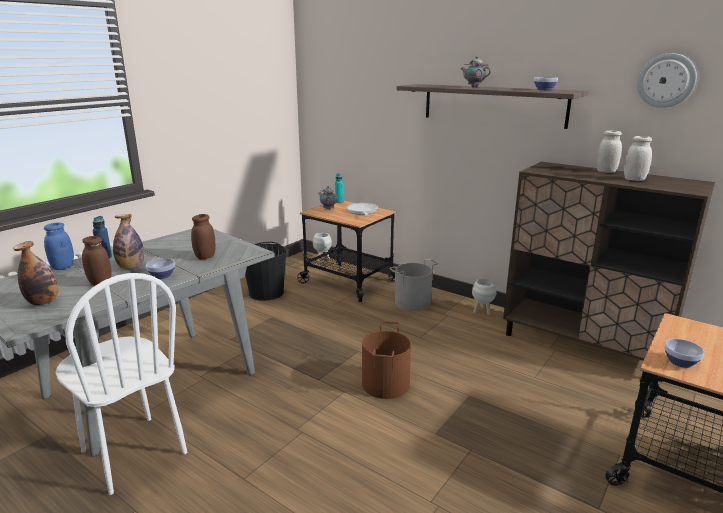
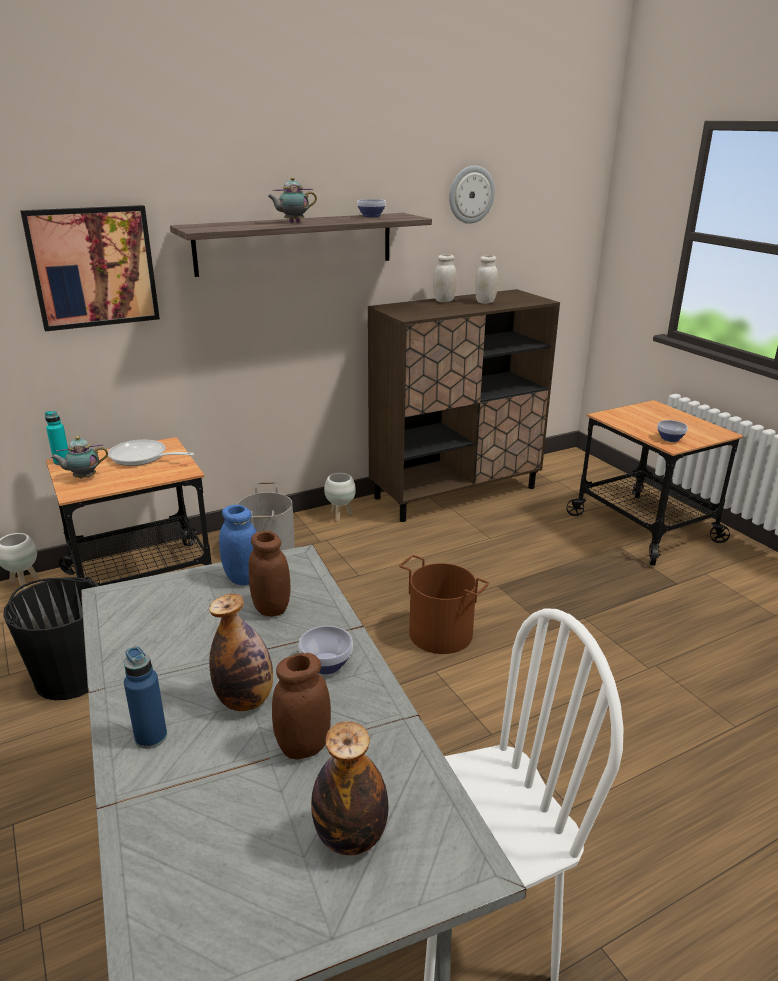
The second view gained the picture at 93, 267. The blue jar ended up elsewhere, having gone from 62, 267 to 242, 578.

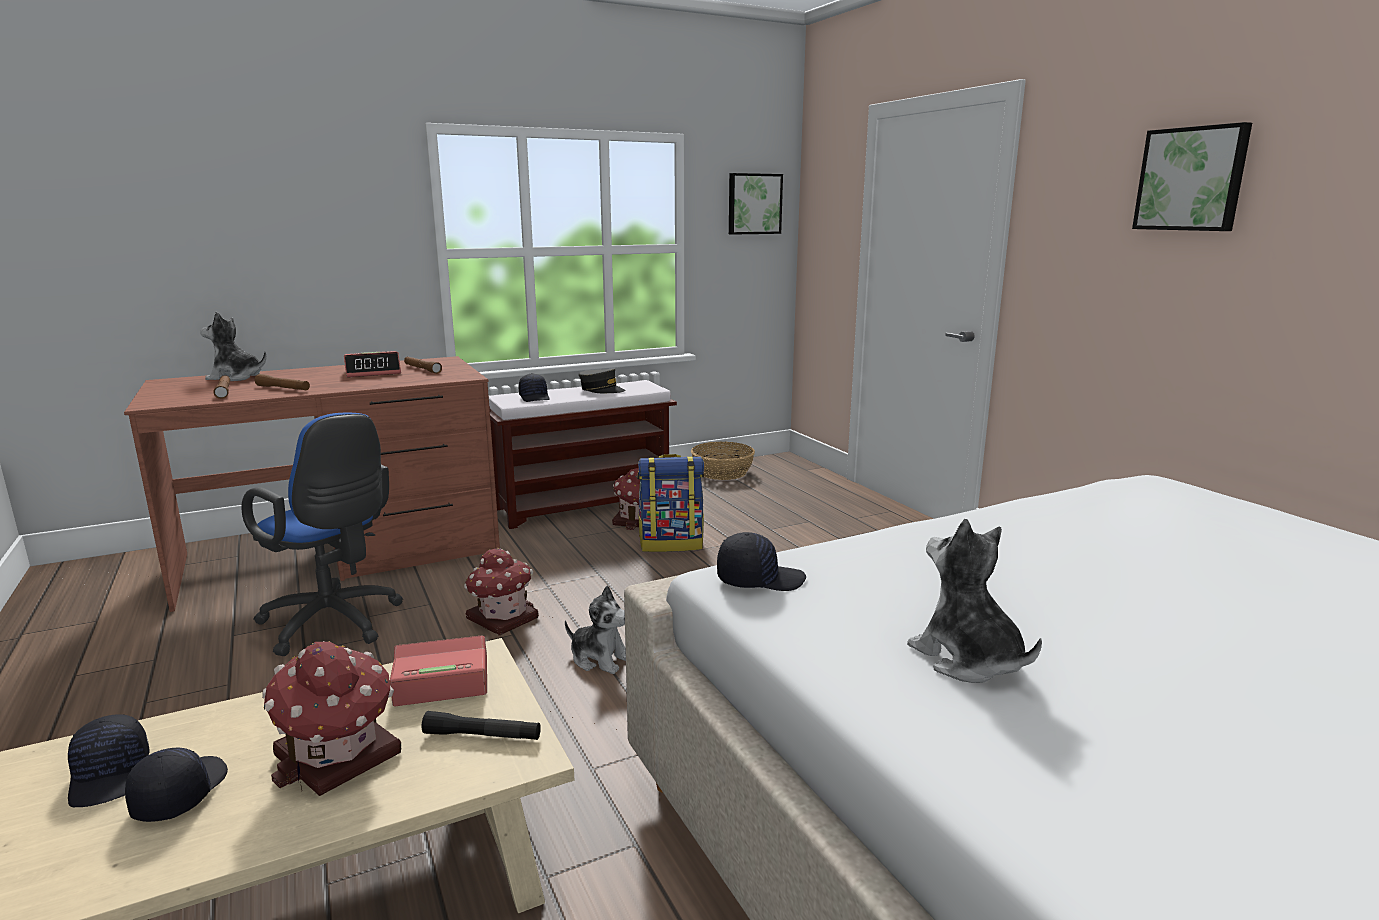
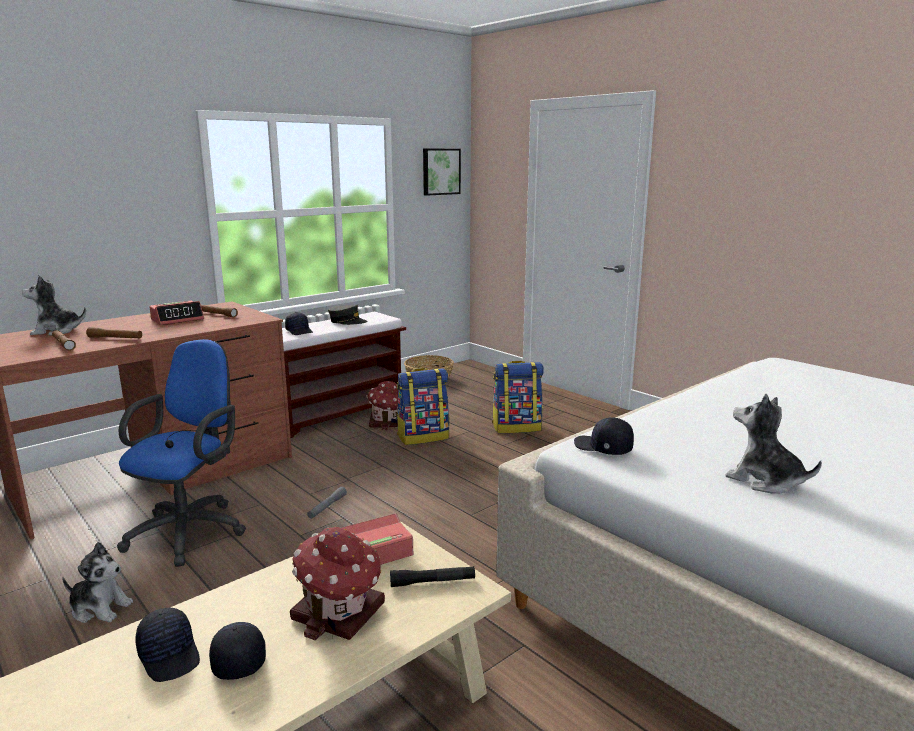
The plush toy ended up elsewhere, having gone from 600, 659 to 100, 608. The blue office chair at 335, 624 ended up facing another way, 90 degrees counterclockwise from before. Where the toy house stood at 502, 618, the grey flashlight came to stand at 327, 507. The second view gained the backpack at 517, 427. The black cap at 759, 579 ended up facing another way, 120 degrees counterclockwise from before. The second view lost the picture at 1192, 179.

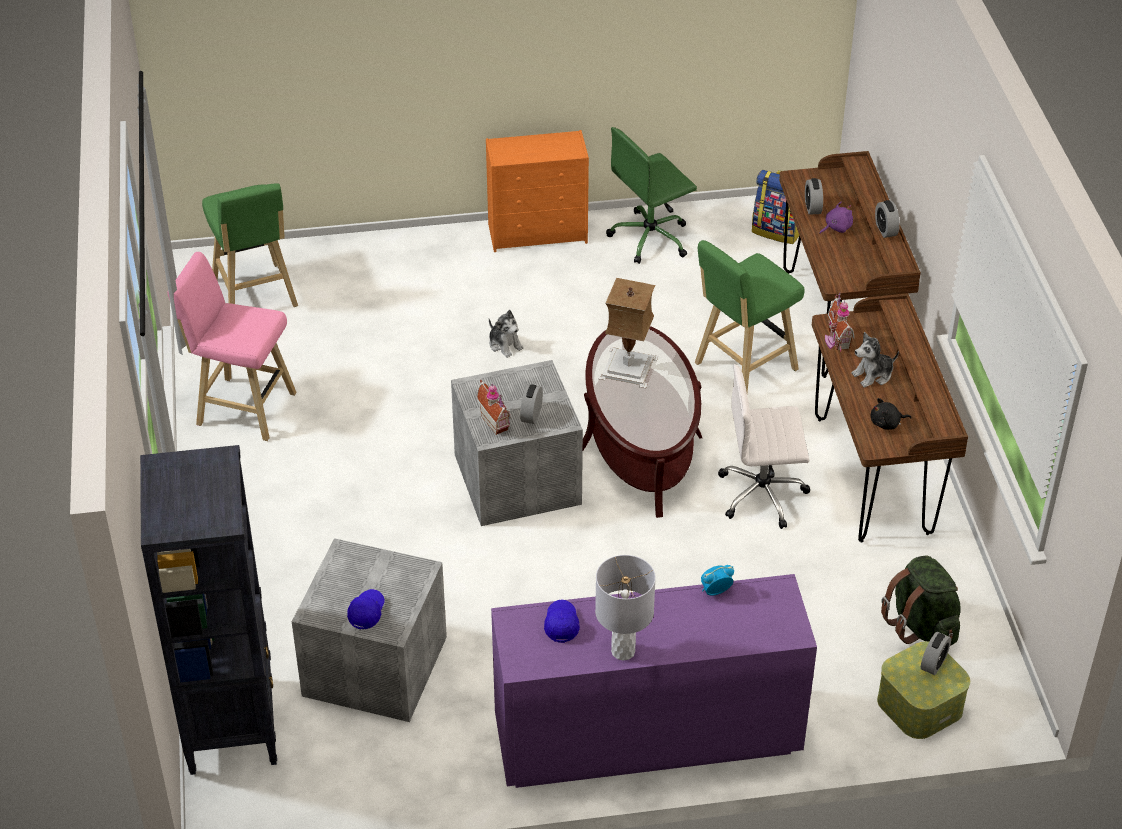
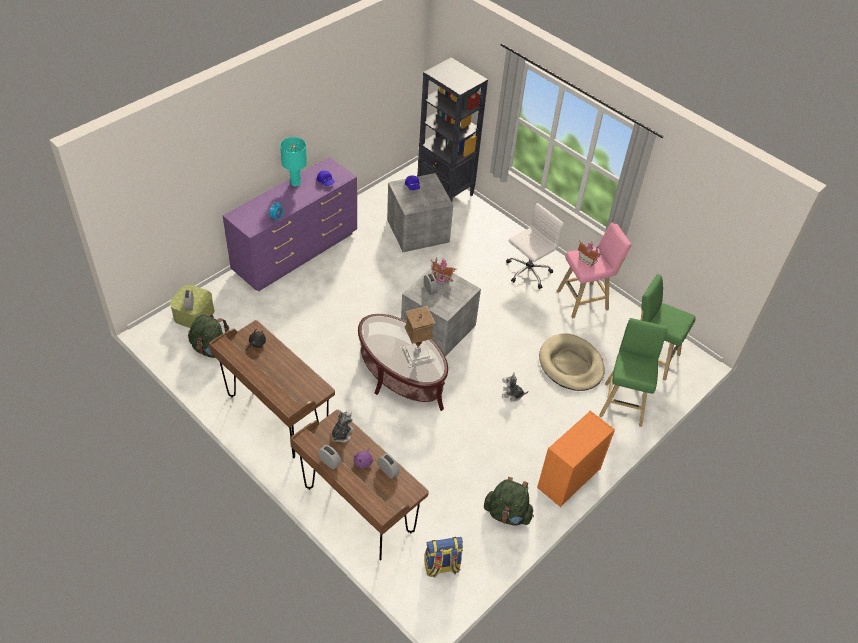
What was the grey table lamp at 622, 651 turned into the turquoise table lamp at 295, 183. The plush toy ended up elsewhere, having gone from 873, 375 to 341, 434. Where the green office chair stood at 651, 238, the green backpack came to stand at 507, 514. The white office chair ended up elsewhere, having gone from 763, 494 to 527, 272. The second view gained the beige dog bed at 571, 365. The toy house ended up elsewhere, having gone from 836, 340 to 587, 260. The green stool ended up elsewhere, having gone from 742, 368 to 623, 402.

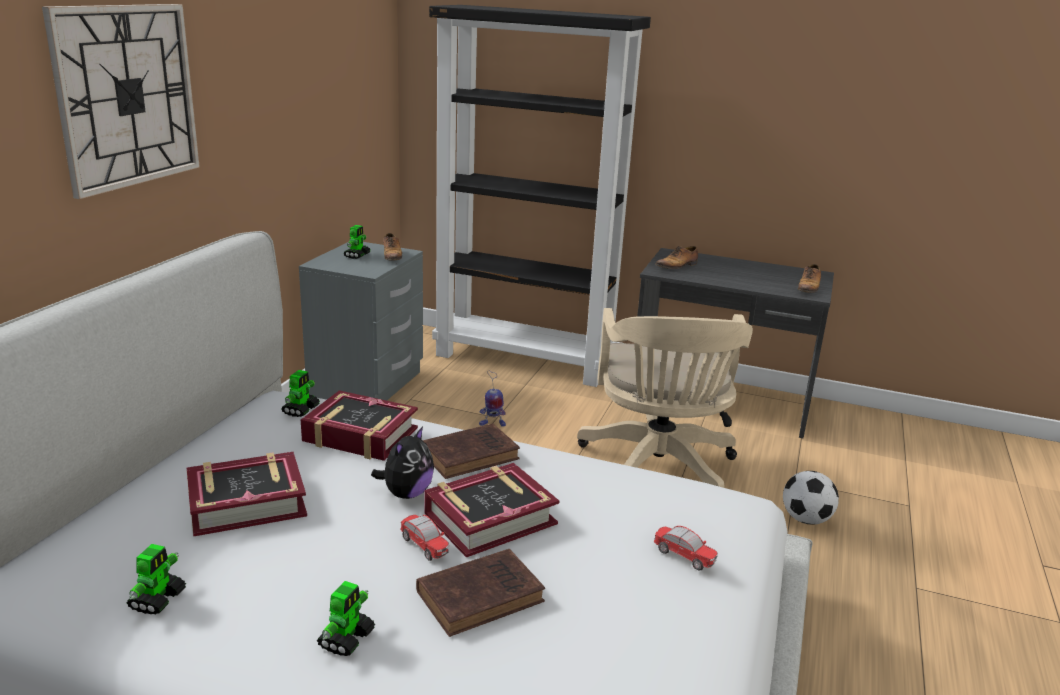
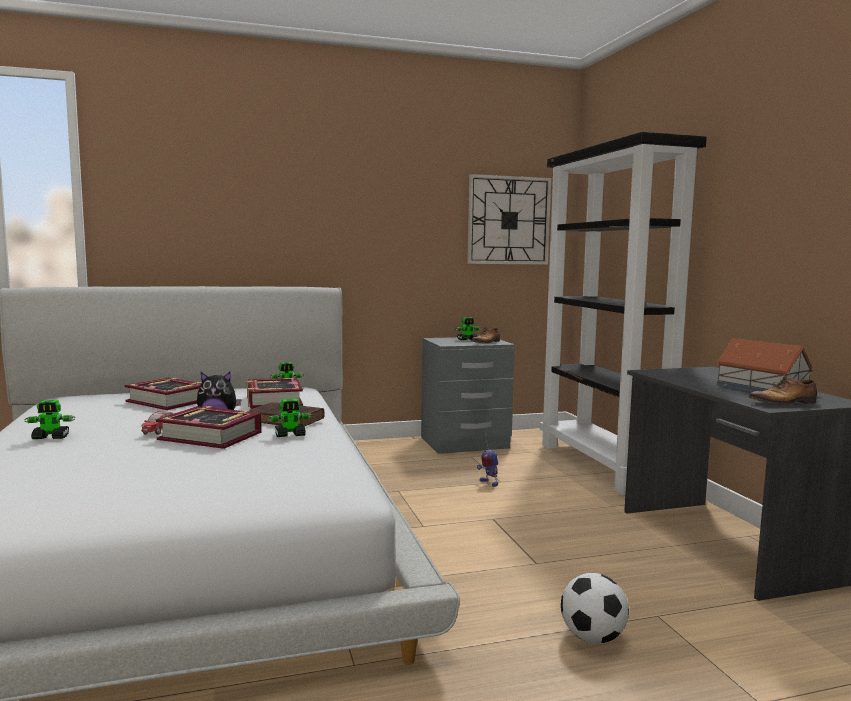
The toy robot ended up elsewhere, having gone from 158, 599 to 290, 435. The wall clock ended up elsewhere, having gone from 127, 96 to 508, 220. The second view gained the toy house at 762, 389. The second view lost the brown book at 483, 596. The second view lost the beige office chair at 658, 470. The second view lost the toy car at 683, 556. The second view lost the shoe at 677, 266.

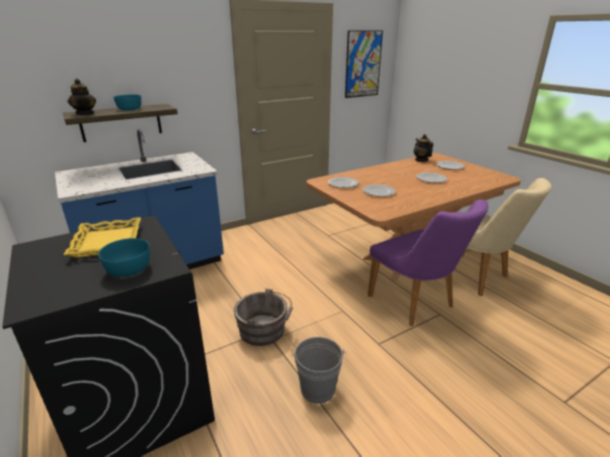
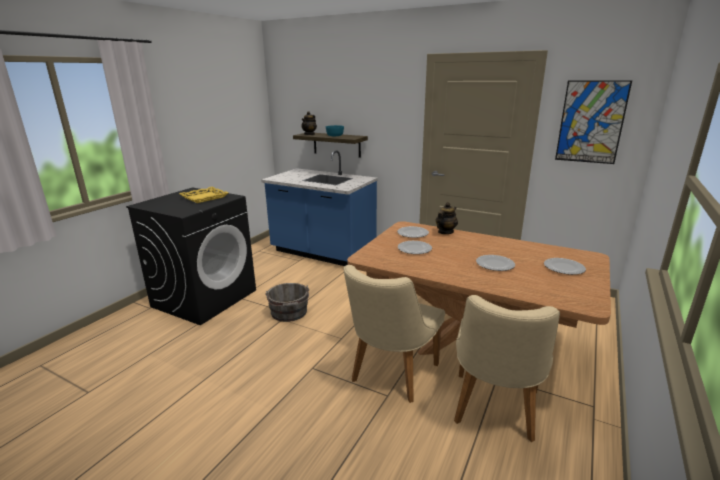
What was the purple chair at 416, 304 turned into the beige chair at 390, 376. The teapot ended up elsewhere, having gone from 421, 160 to 445, 232. The second view lost the turquoise bowl at 129, 269. The second view lost the grey bucket at 317, 389.

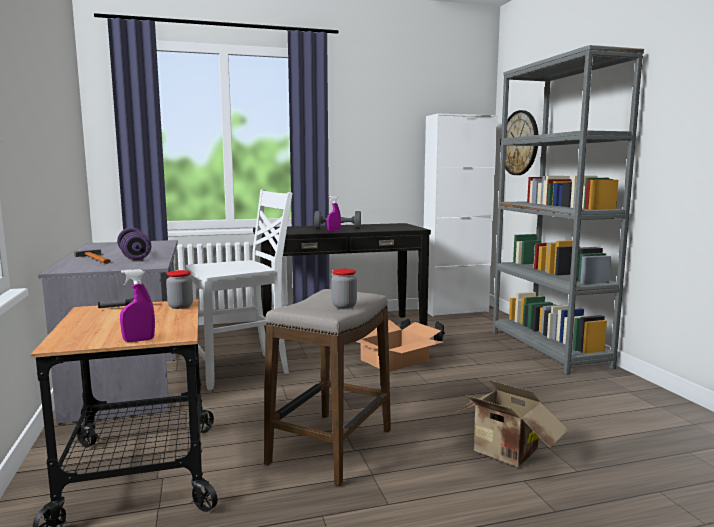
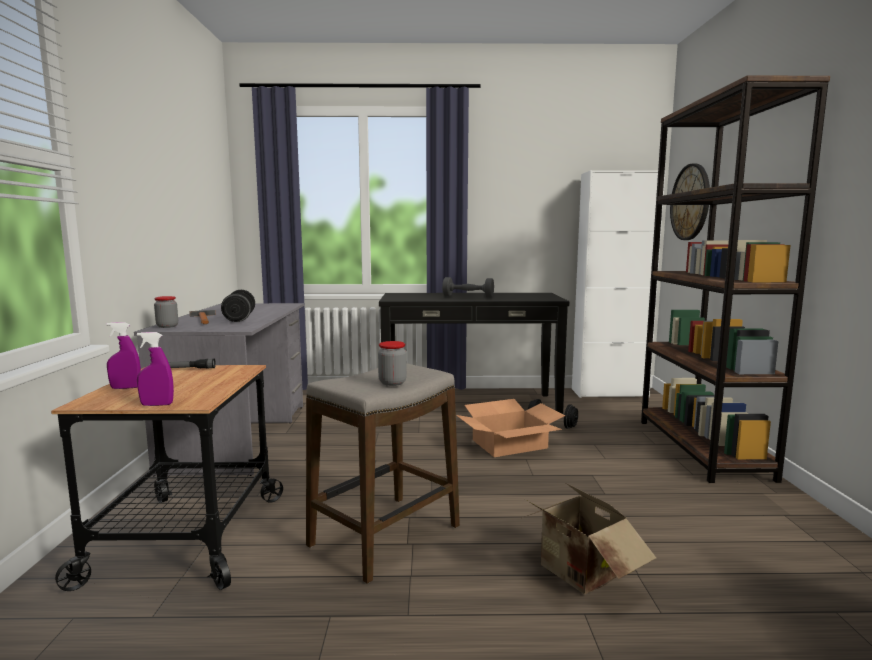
The purple spray bottle ended up elsewhere, having gone from 333, 231 to 125, 388. The jar ended up elsewhere, having gone from 180, 306 to 167, 326. What was the purple dumbbell at 134, 257 turned into the black dumbbell at 239, 318. What was the grey bookcase at 548, 349 turned into the brown bookcase at 701, 448. The second view lost the white chair at 241, 370.

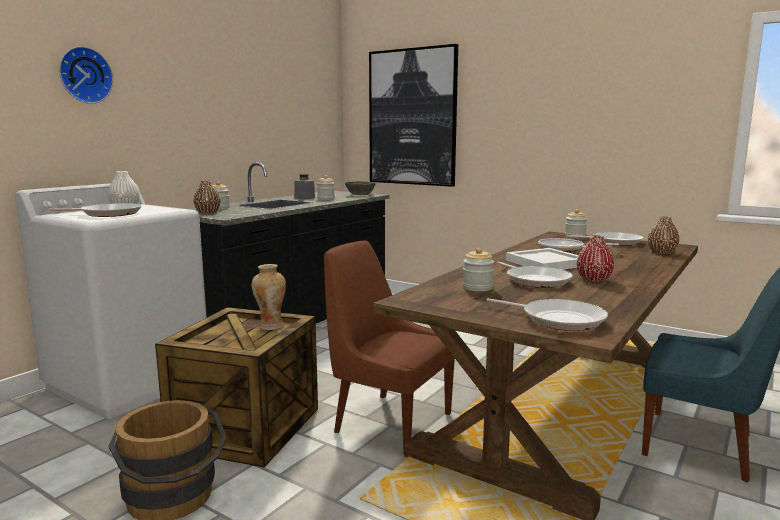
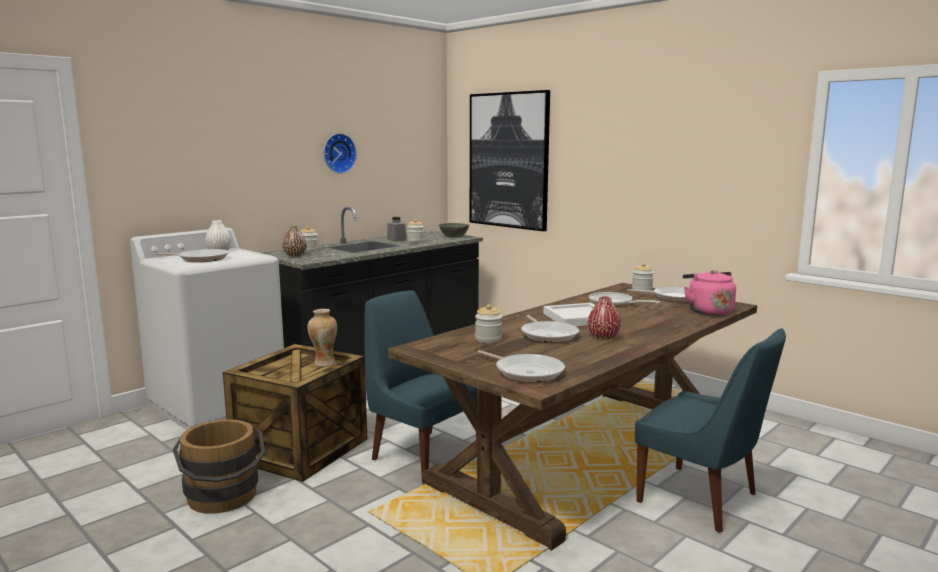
The wall clock ended up elsewhere, having gone from 84, 75 to 338, 153. What was the brown chair at 389, 421 turned into the blue chair at 424, 454. Where the brown vase stood at 662, 252, the pink kettle came to stand at 708, 311.

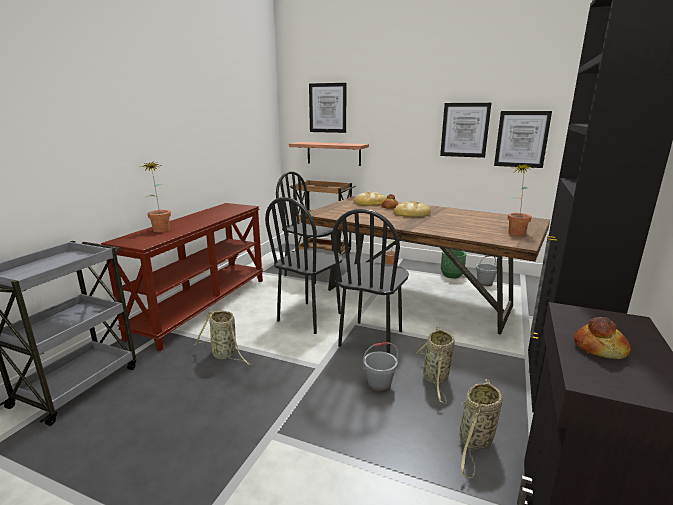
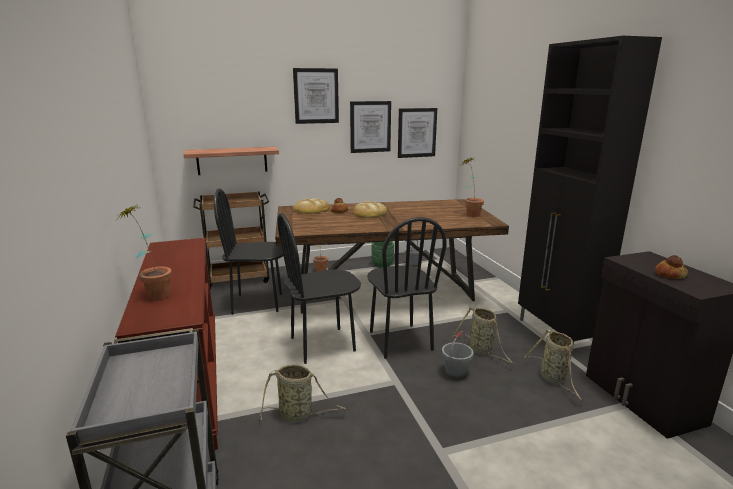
The black chair at 310, 317 ended up facing another way, 75 degrees clockwise from before. The picture ended up elsewhere, having gone from 327, 108 to 316, 96.

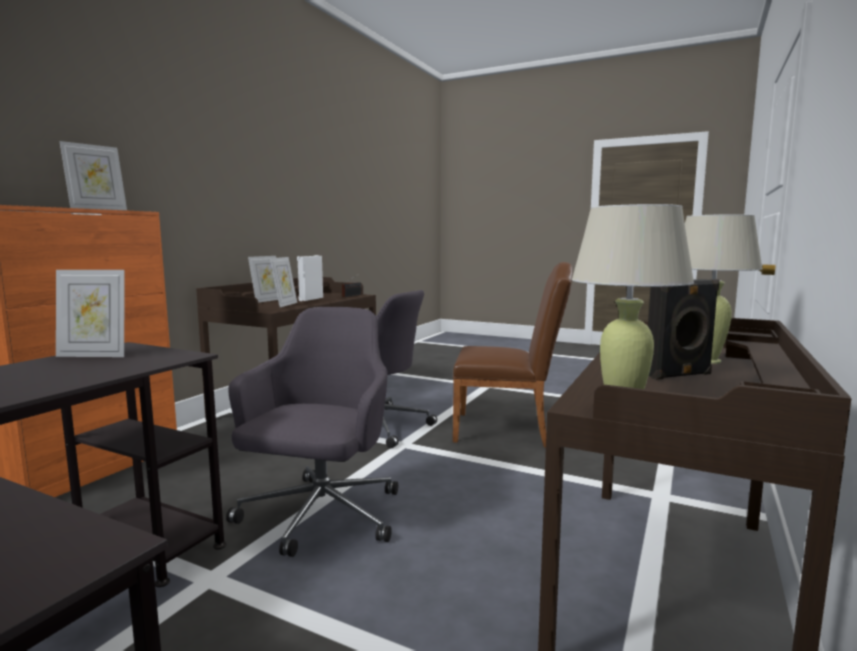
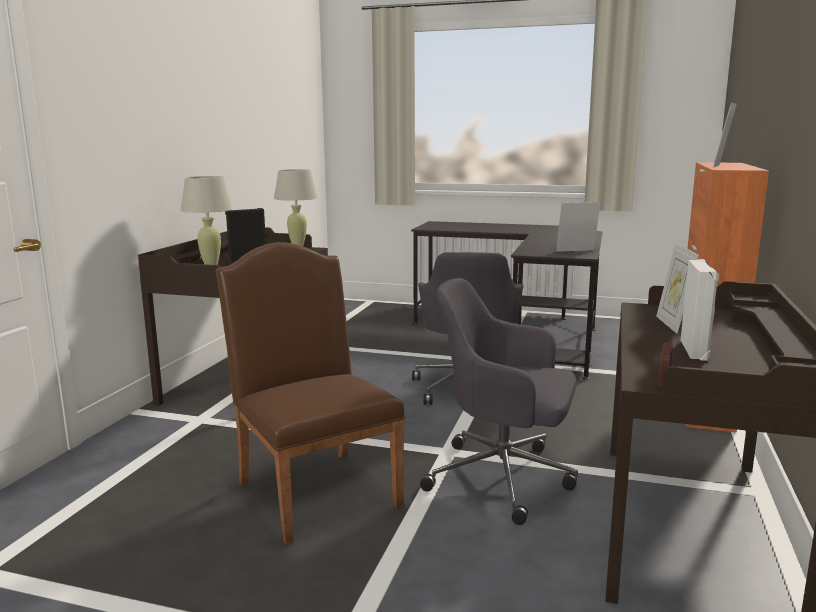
The brown chair at 509, 429 ended up facing another way, 60 degrees clockwise from before. The second view lost the picture frame at 267, 300.

